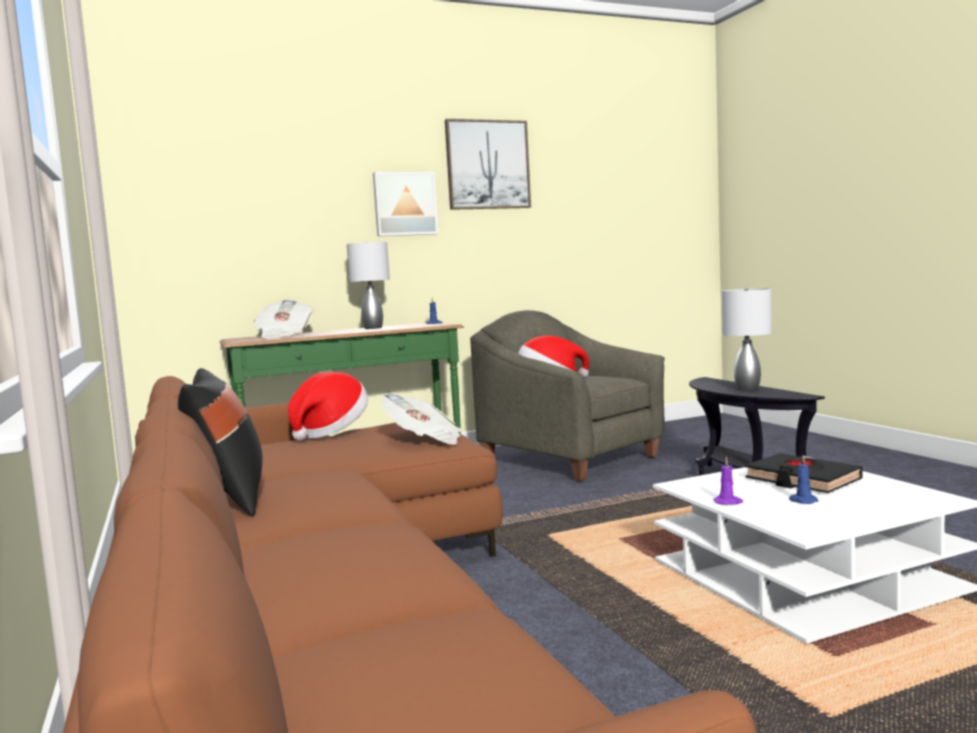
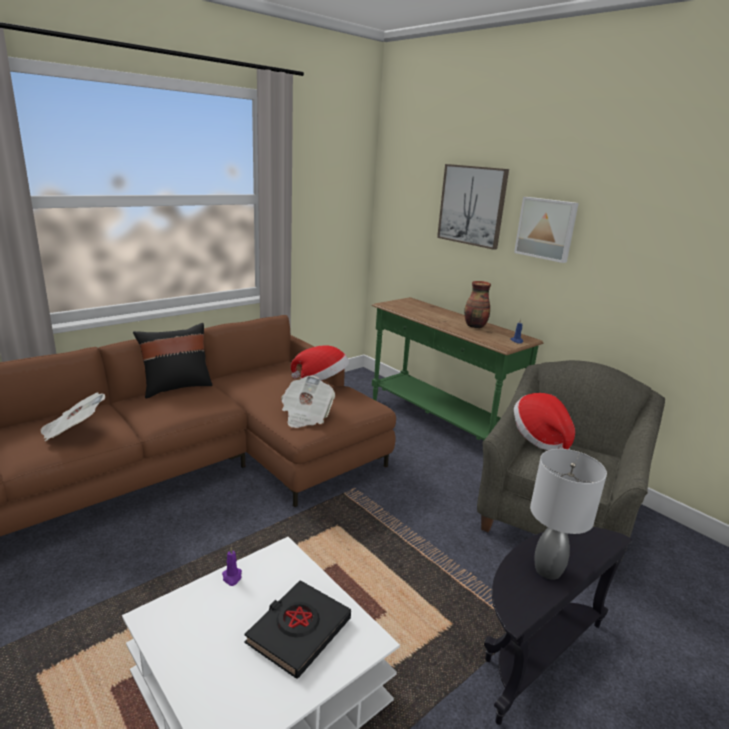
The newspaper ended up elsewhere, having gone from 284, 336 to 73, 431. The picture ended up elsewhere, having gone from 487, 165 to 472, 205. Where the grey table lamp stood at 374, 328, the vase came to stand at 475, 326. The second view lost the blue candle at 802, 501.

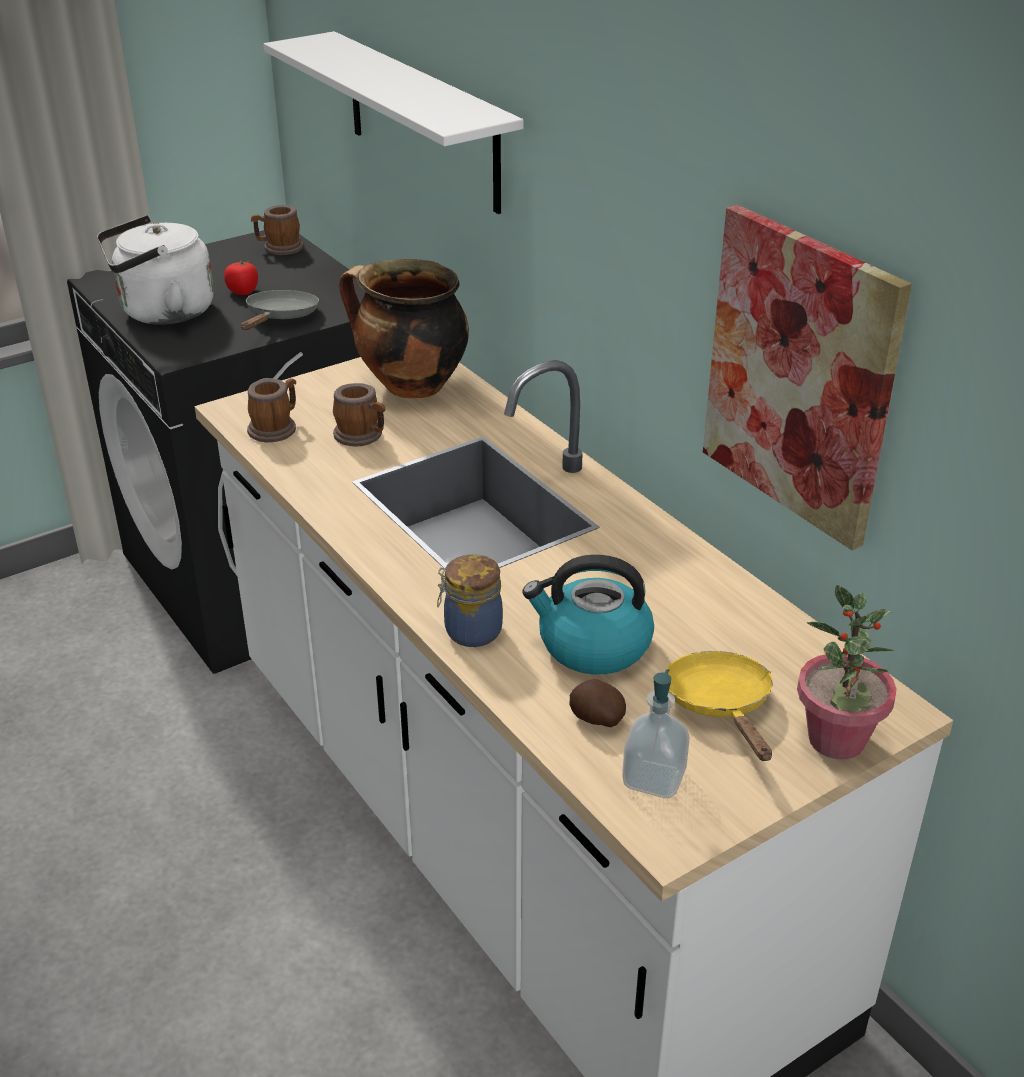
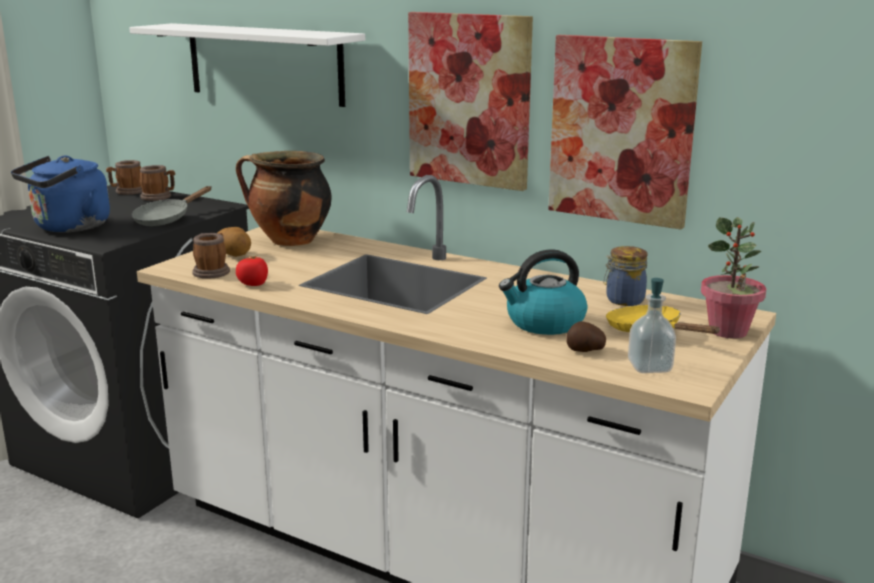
What was the white kettle at 162, 313 turned into the blue kettle at 68, 227. The grey frying pan at 280, 318 ended up facing another way, 135 degrees counterclockwise from before. The mug ended up elsewhere, having gone from 362, 436 to 159, 197. The second view gained the potato at 235, 255. The tomato ended up elsewhere, having gone from 243, 291 to 253, 284. The second view gained the picture at 469, 100. The jar ended up elsewhere, having gone from 470, 631 to 623, 300.

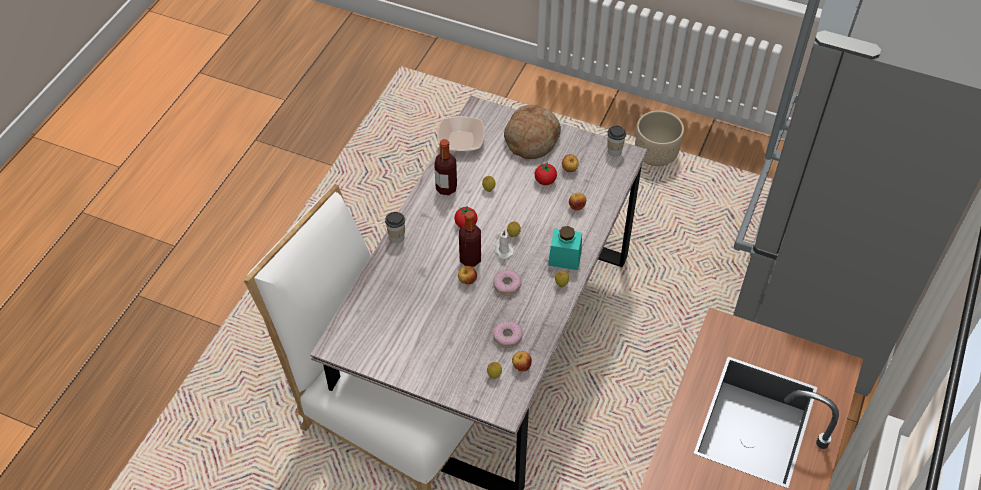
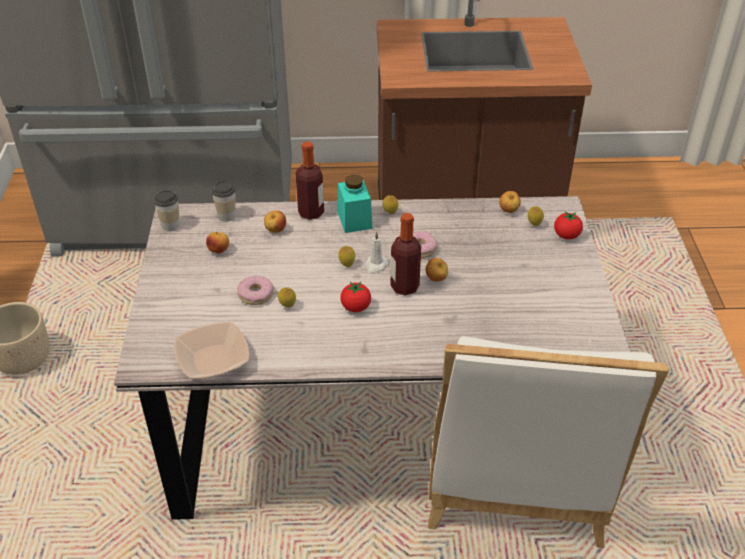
The cup ended up elsewhere, having gone from 397, 237 to 226, 216. The donut ended up elsewhere, having gone from 507, 336 to 255, 294. The bottle ended up elsewhere, having gone from 446, 188 to 311, 213. The tomato ended up elsewhere, having gone from 545, 181 to 566, 236. The second view lost the bread at 531, 138.

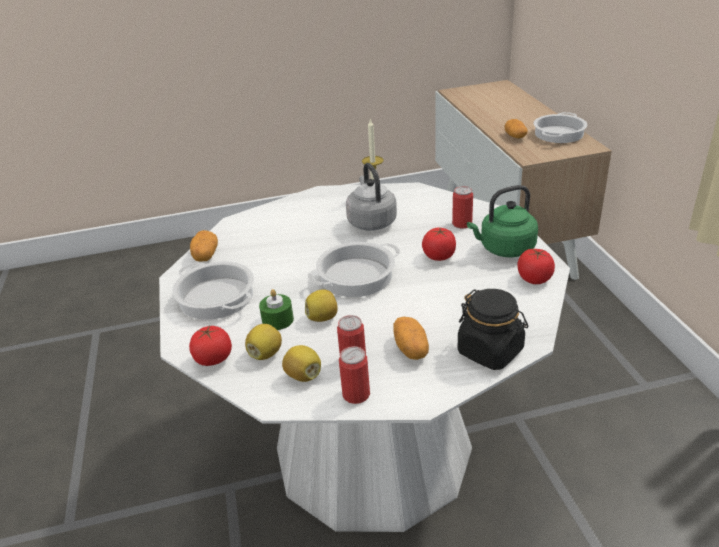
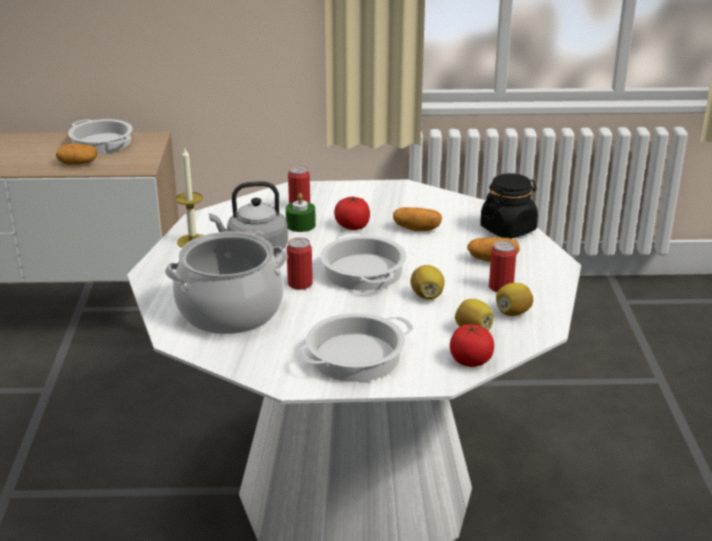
The second view gained the cooking pot at 230, 311. The green candle ended up elsewhere, having gone from 278, 320 to 300, 225. The can ended up elsewhere, having gone from 356, 394 to 300, 284. The potato ended up elsewhere, having gone from 205, 255 to 416, 229. The second view lost the green kettle at 504, 249. The second view lost the tomato at 534, 279.

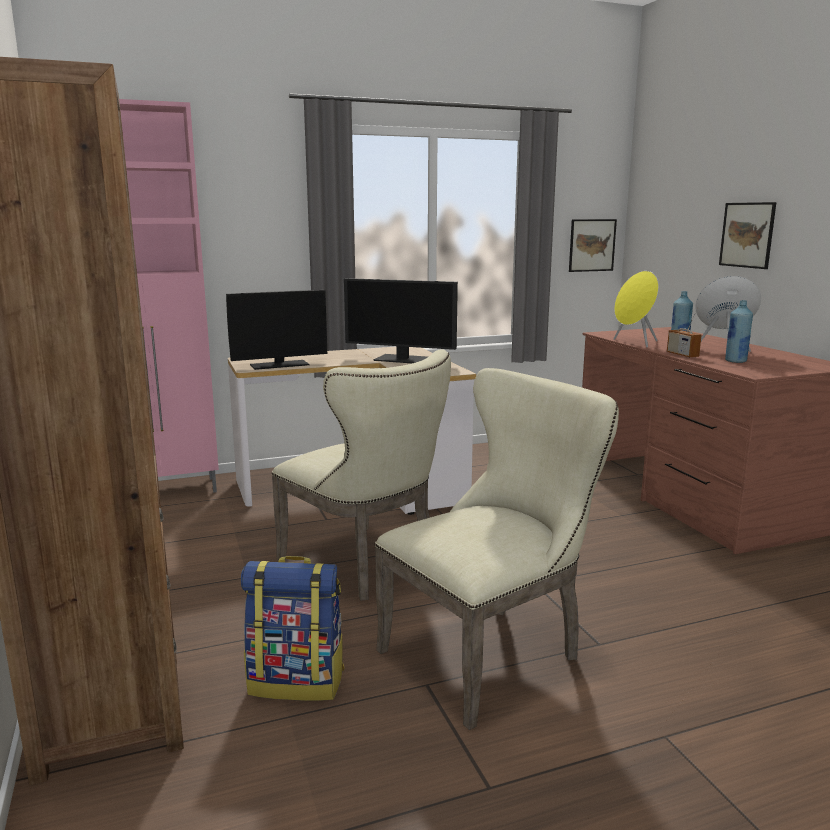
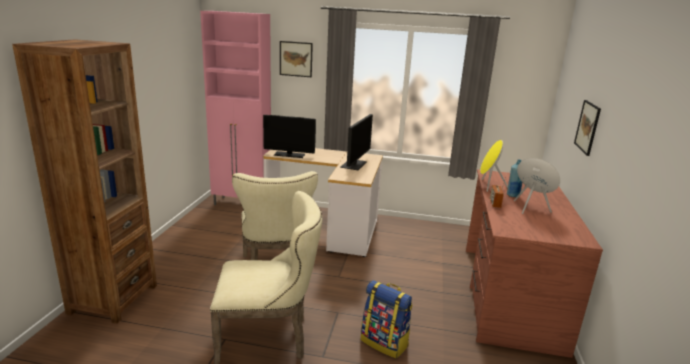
The picture ended up elsewhere, having gone from 592, 245 to 296, 59. The monitor at 403, 359 ended up facing another way, 120 degrees counterclockwise from before. The backpack ended up elsewhere, having gone from 297, 681 to 385, 343. The second view lost the blue bottle at 735, 361.

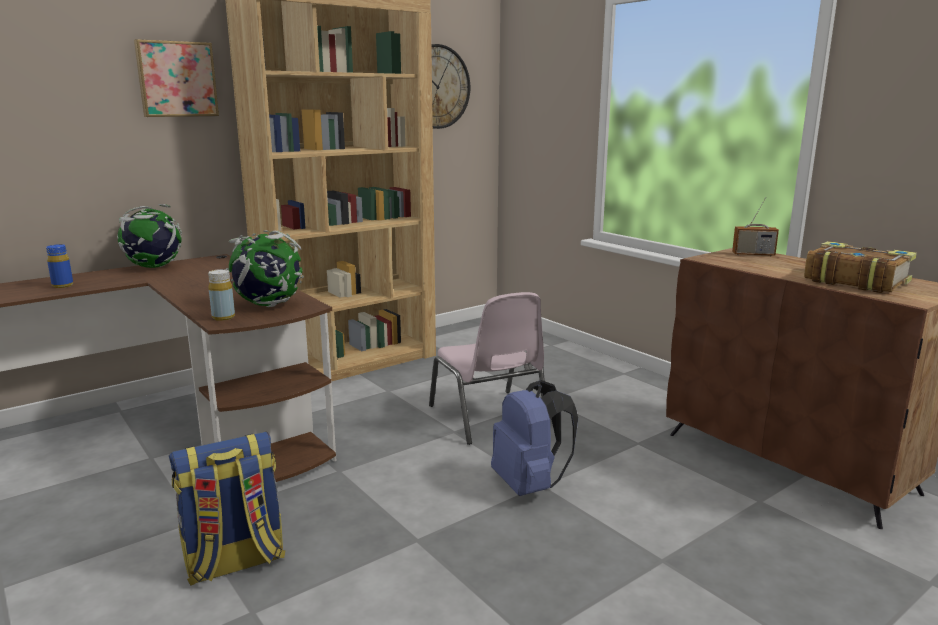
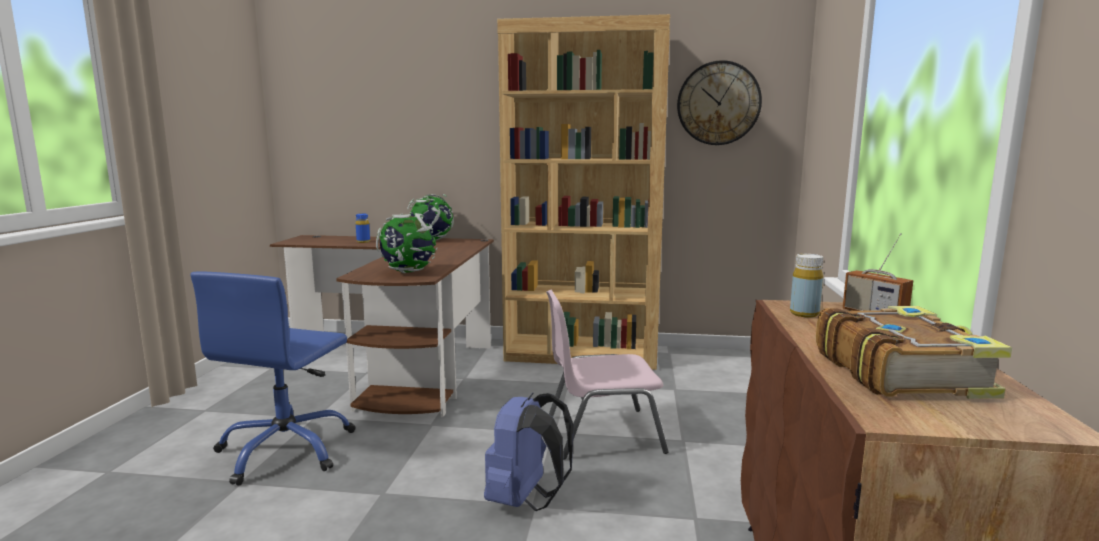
Where the backpack stood at 234, 562, the blue office chair came to stand at 286, 450. The pink chair at 489, 417 ended up facing another way, 60 degrees clockwise from before. The yellow bottle ended up elsewhere, having gone from 223, 317 to 804, 314. The second view lost the picture at 176, 79.

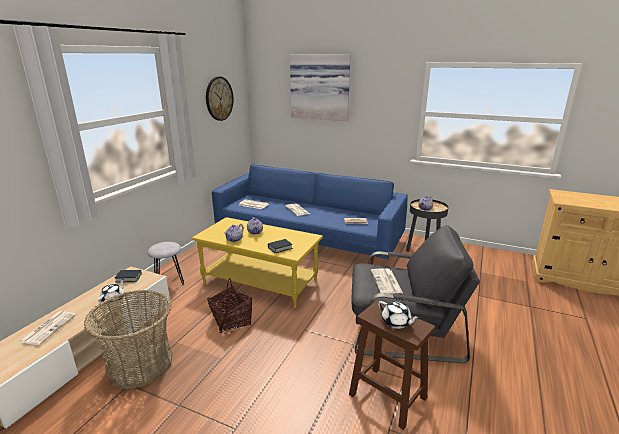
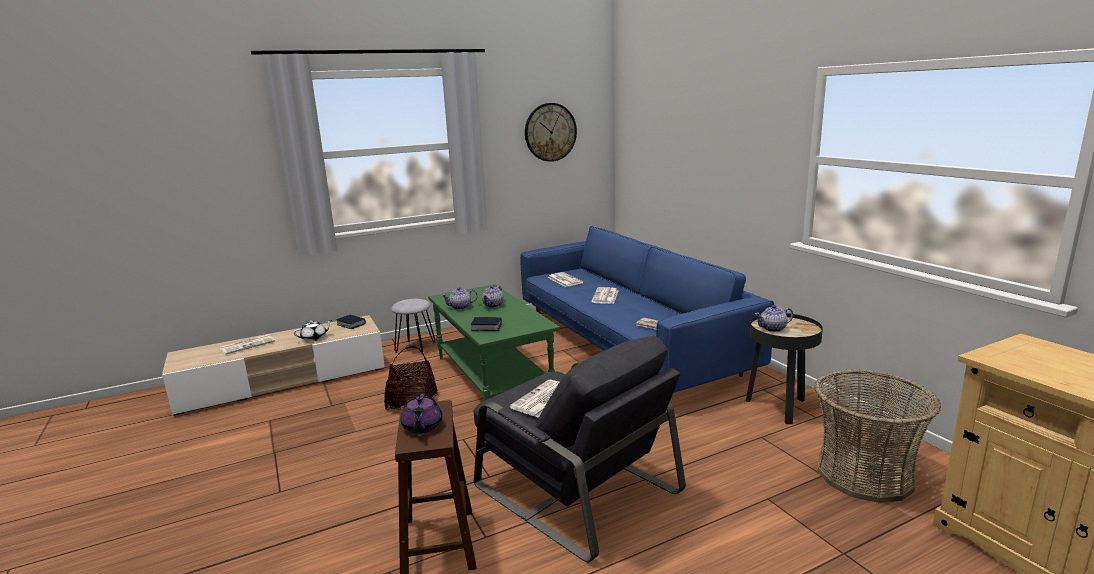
What was the white teapot at 396, 322 turned into the purple teapot at 422, 426. What was the yellow coffee table at 260, 282 turned into the green coffee table at 494, 376. The basket ended up elsewhere, having gone from 140, 364 to 864, 475. The second view lost the picture at 320, 87.

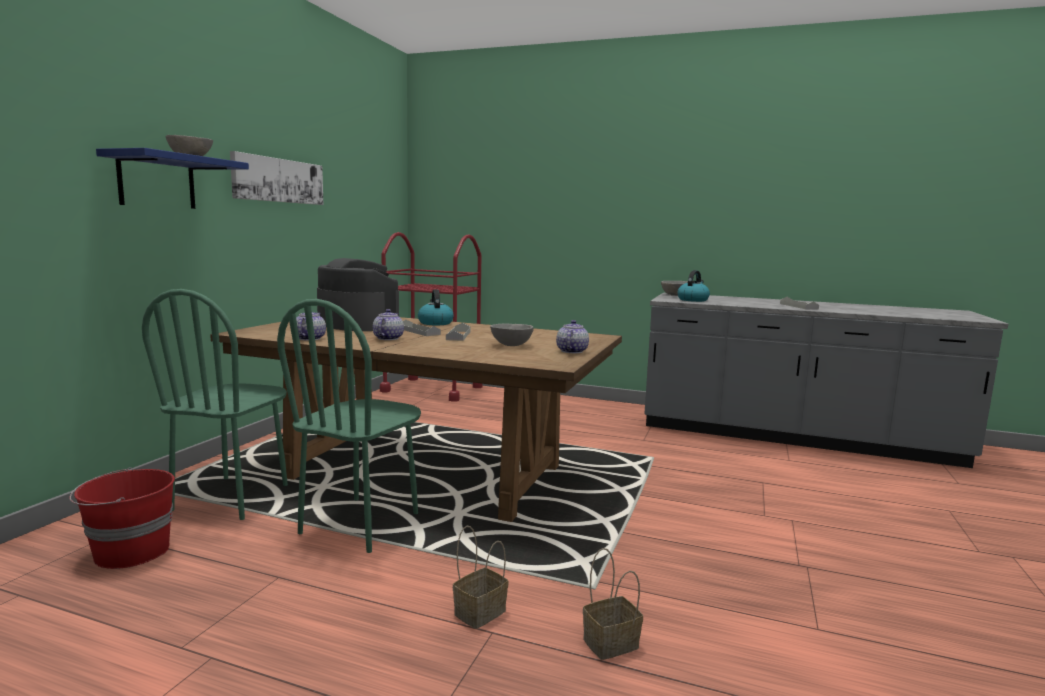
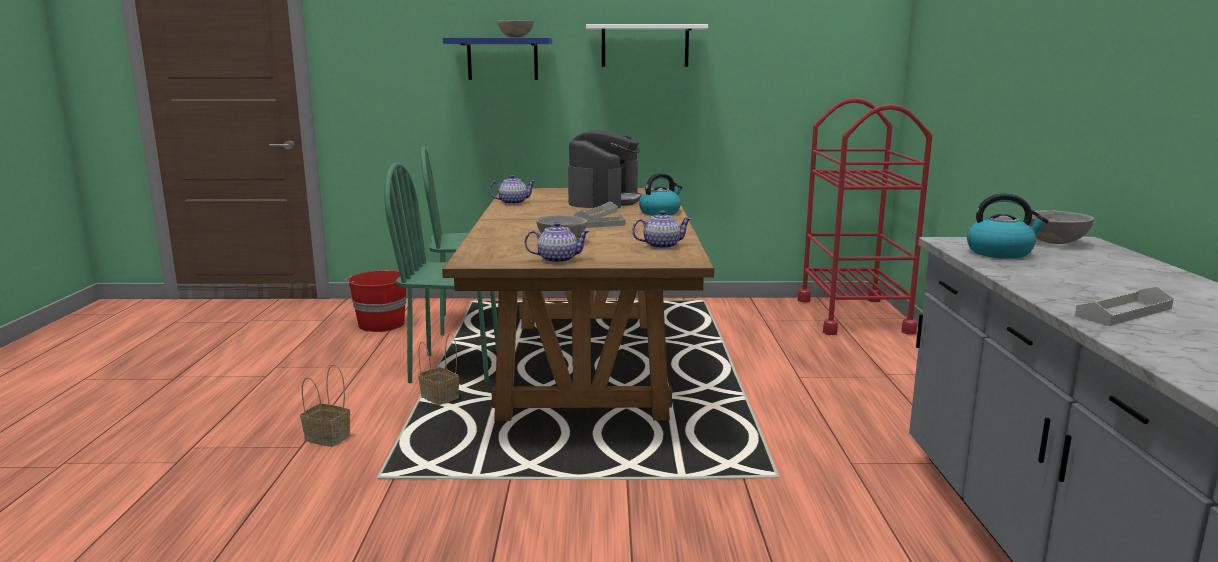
The basket ended up elsewhere, having gone from 611, 642 to 441, 398. Where the picture hung at 278, 180, the white shelf came to hang at 645, 46. The teapot ended up elsewhere, having gone from 387, 338 to 661, 246.

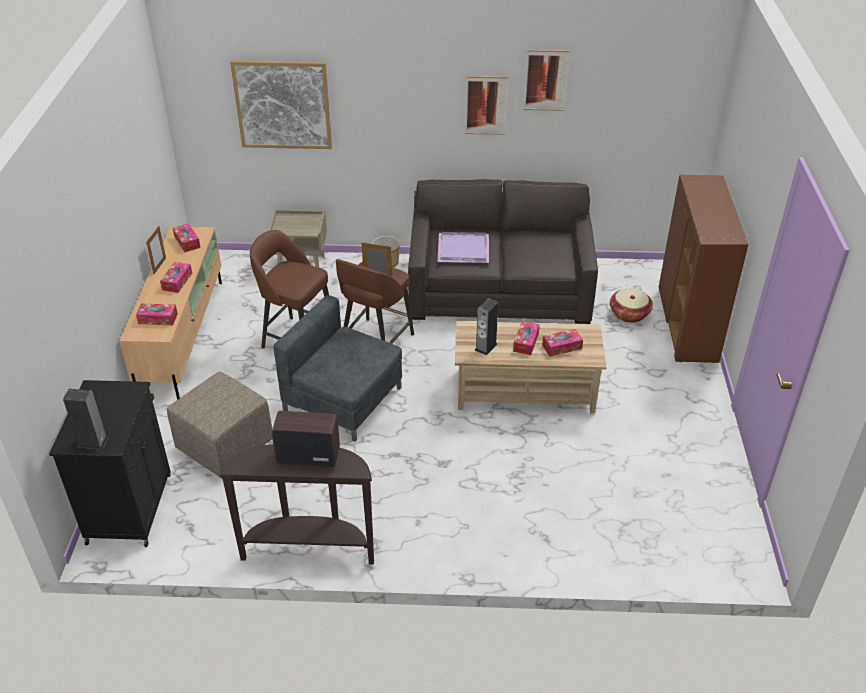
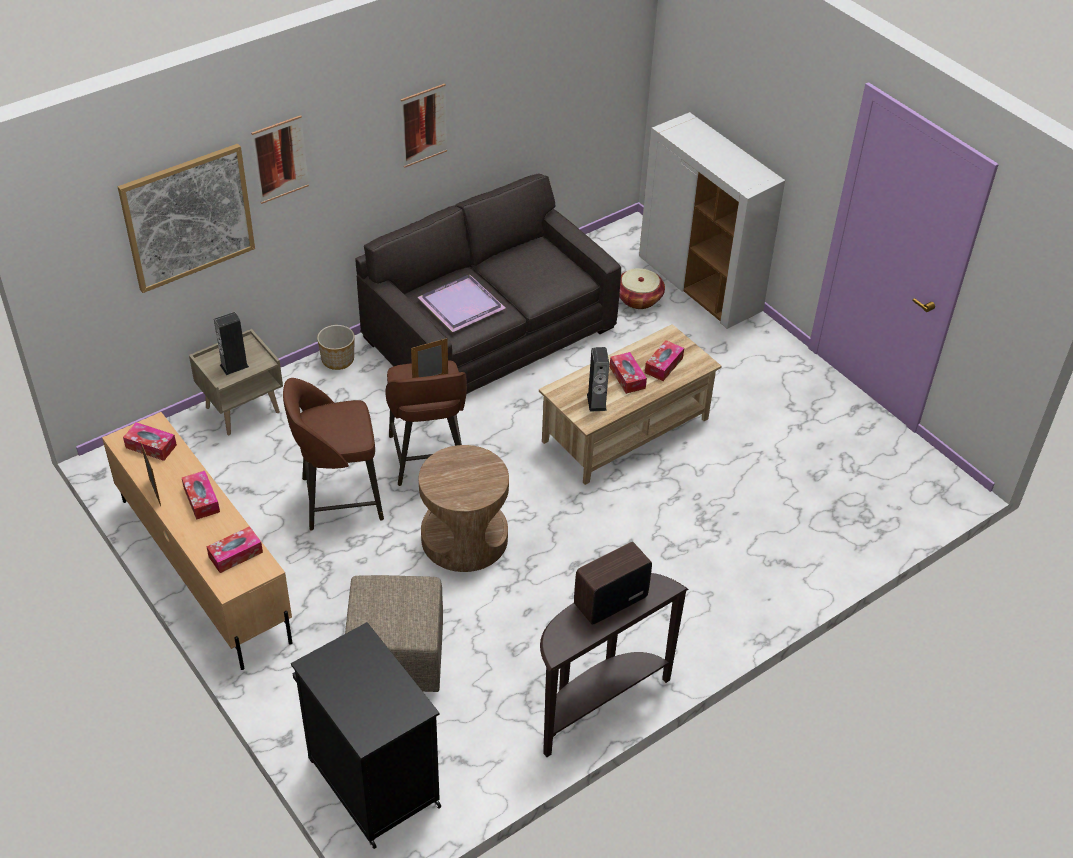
The speaker ended up elsewhere, having gone from 92, 442 to 234, 366. The picture ended up elsewhere, having gone from 546, 80 to 280, 159. Where the grey armchair stood at 343, 400, the brown side table came to stand at 464, 538. What was the brown cabinet at 687, 325 turned into the white cabinet at 700, 285.

